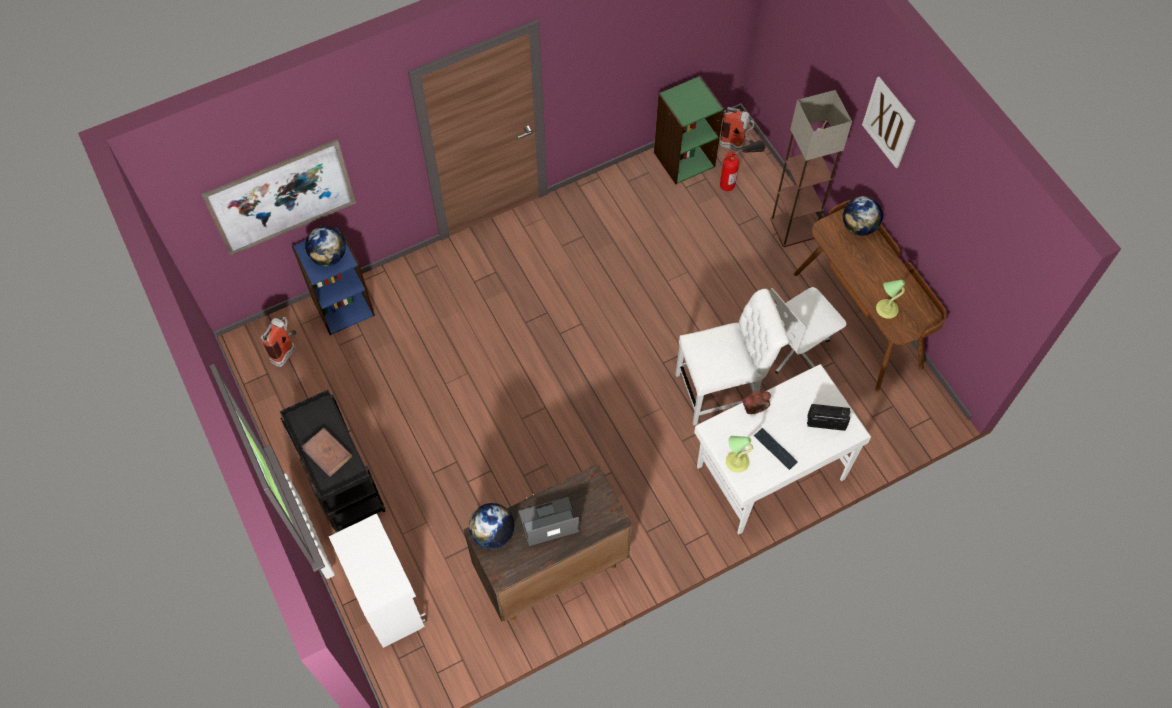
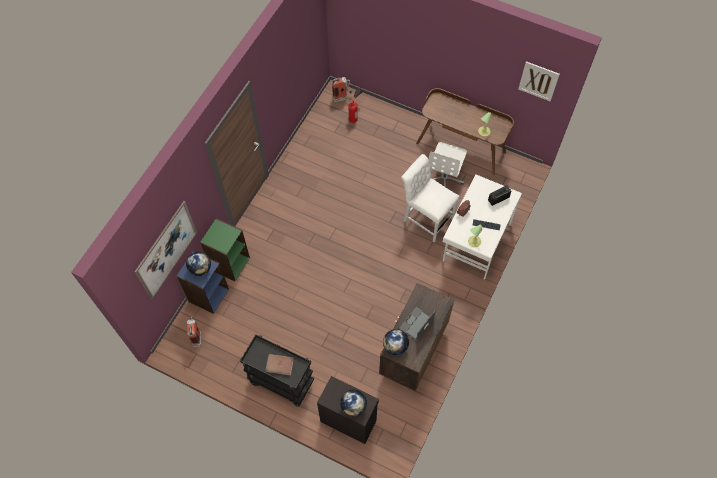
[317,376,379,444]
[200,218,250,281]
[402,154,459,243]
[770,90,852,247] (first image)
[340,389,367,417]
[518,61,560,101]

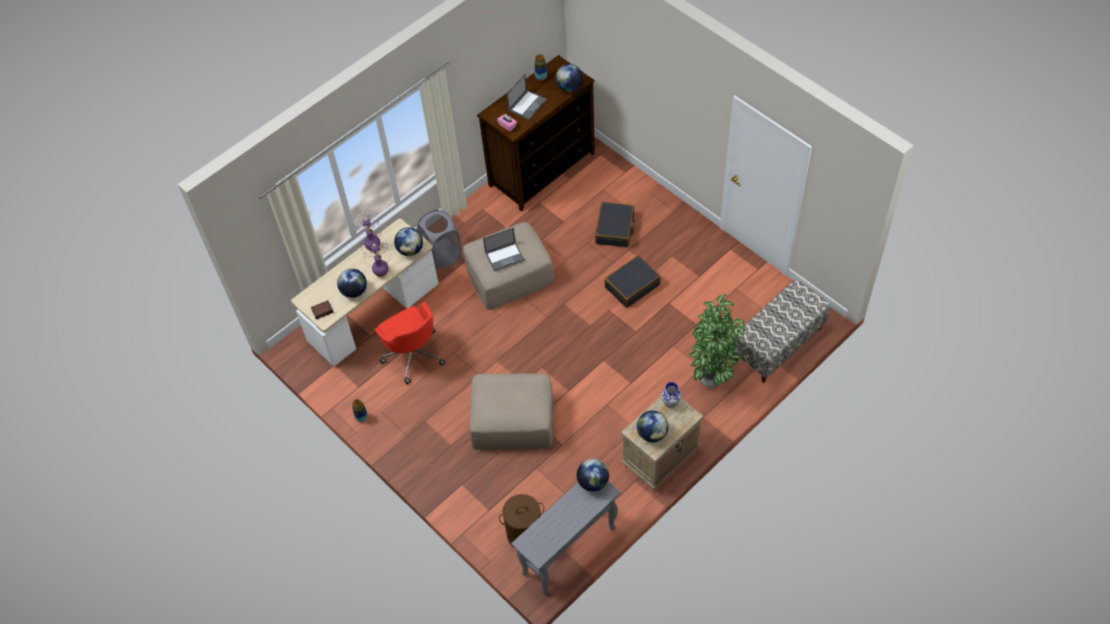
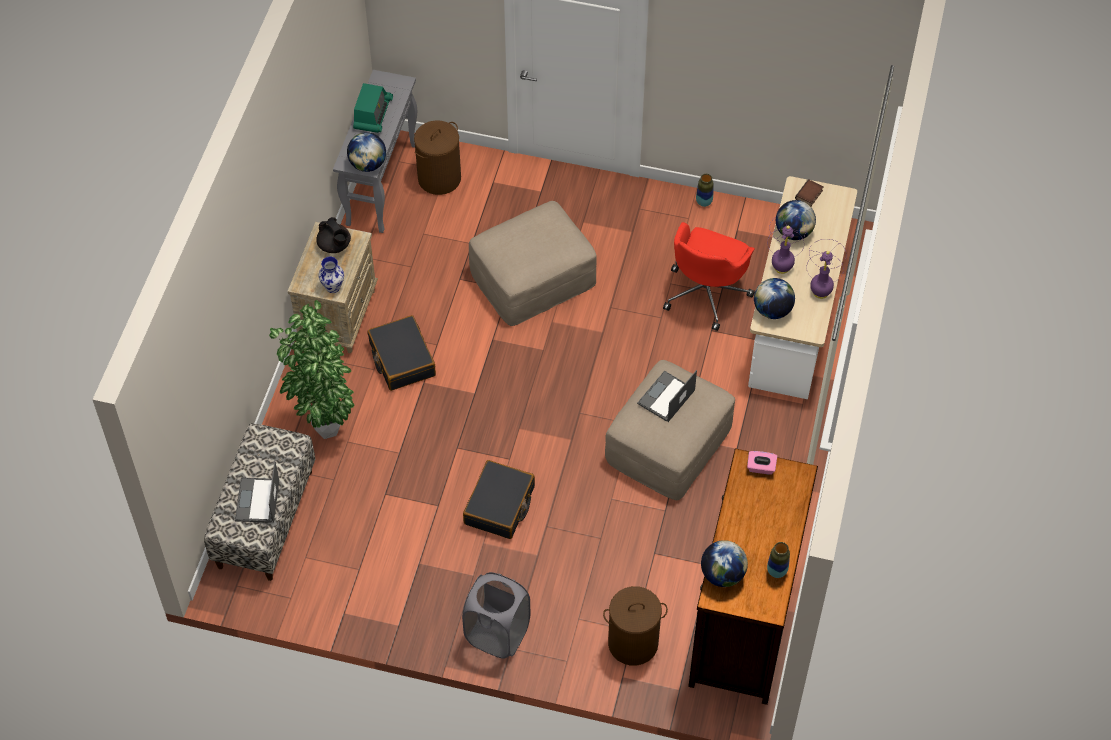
[663,222,755,331]
[462,572,530,659]
[235,461,279,523]
[367,315,436,391]
[316,217,351,253]
[353,83,393,133]
[603,586,668,666]

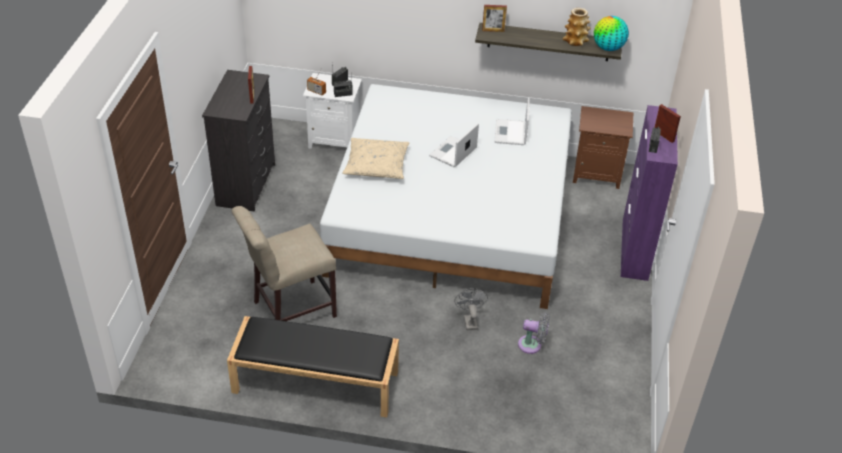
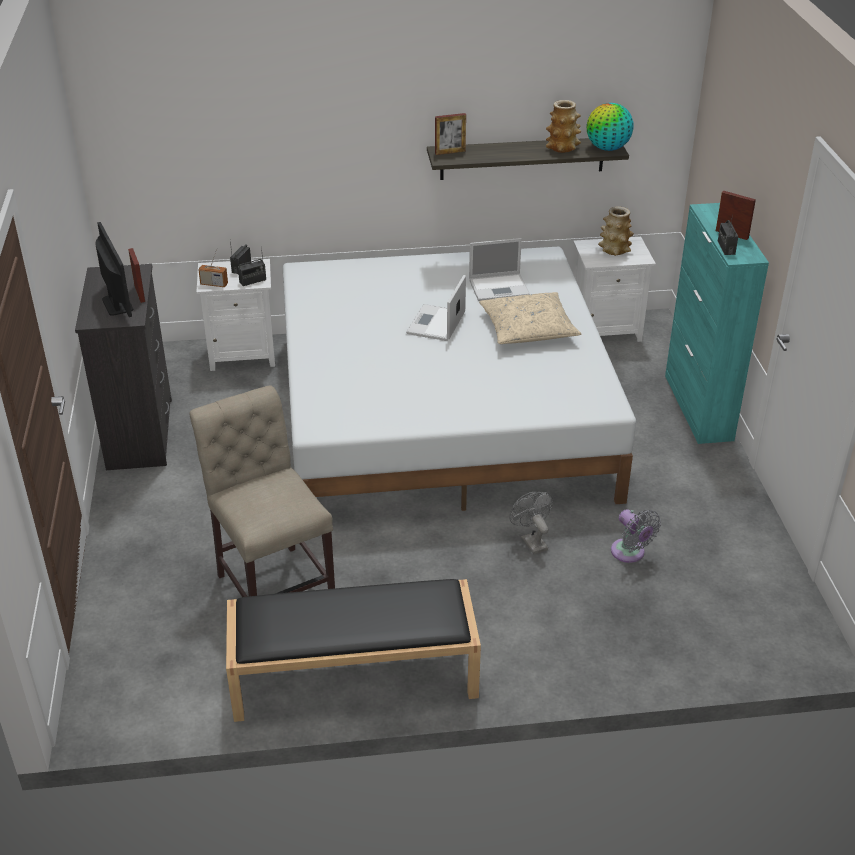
[190,386,335,597]
[479,292,582,344]
[469,238,530,301]
[611,509,661,563]
[573,237,656,342]
[665,203,769,444]
[96,222,134,317]
[598,206,634,256]

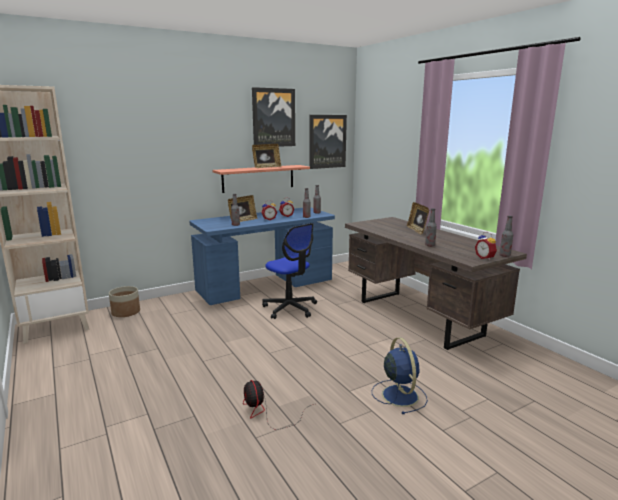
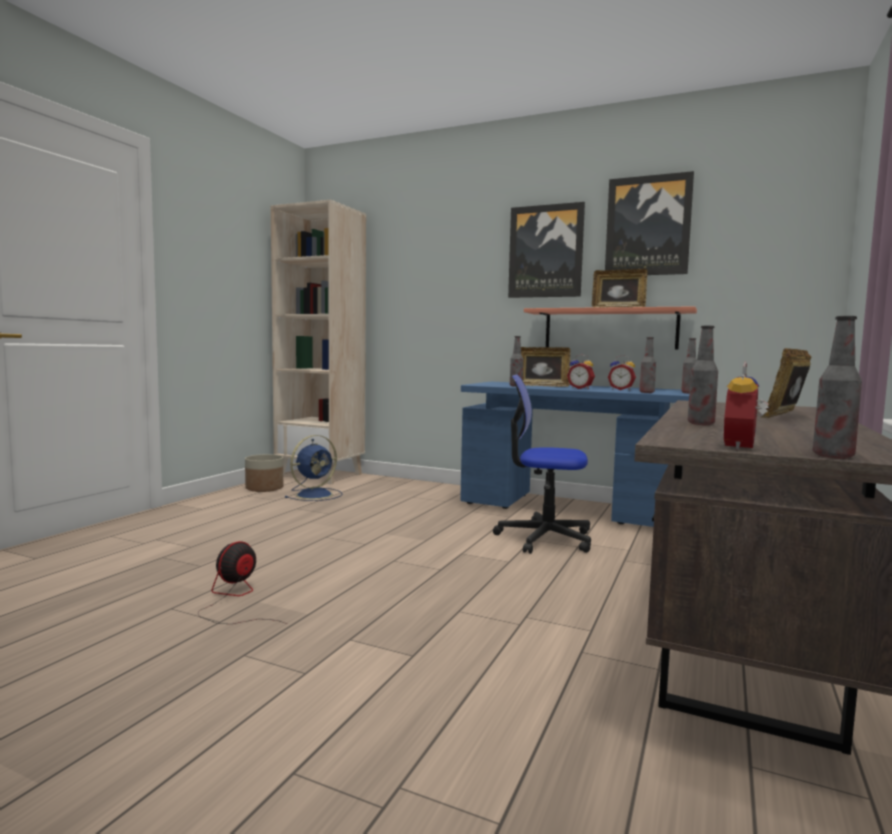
[245,454,283,492]
[493,374,591,554]
[508,202,585,298]
[284,435,342,501]

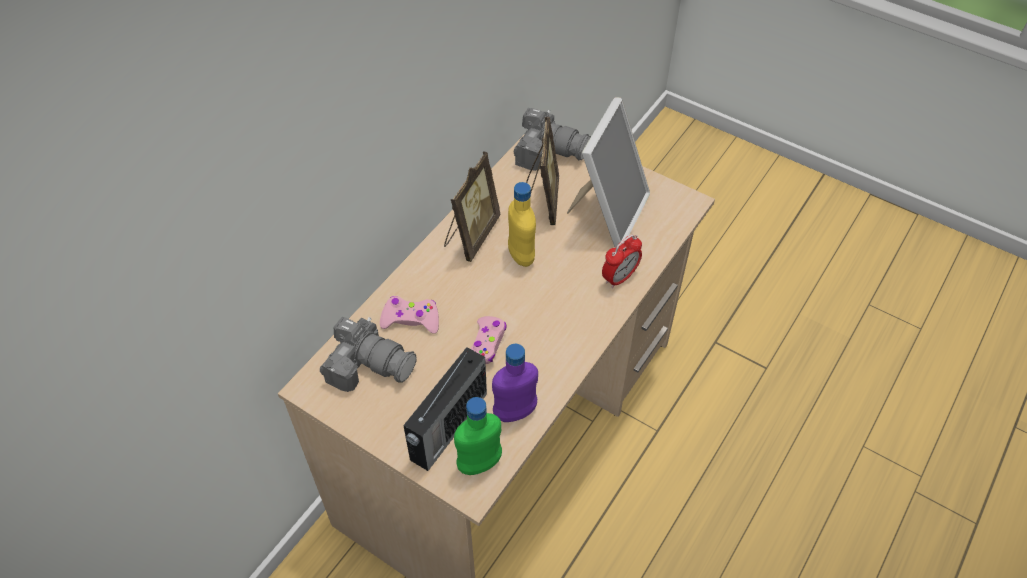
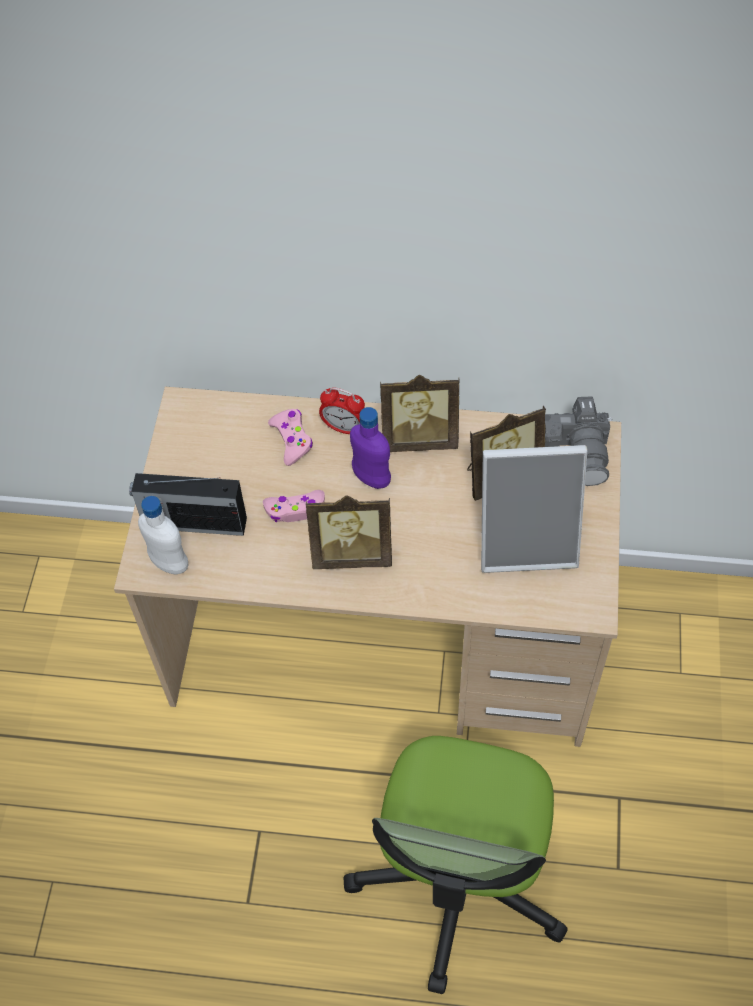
[320,317,417,392] (first image)
[138,496,188,575]
[350,407,391,489]
[508,182,536,267] (first image)
[319,387,365,434]
[306,496,392,569]
[343,736,568,994]

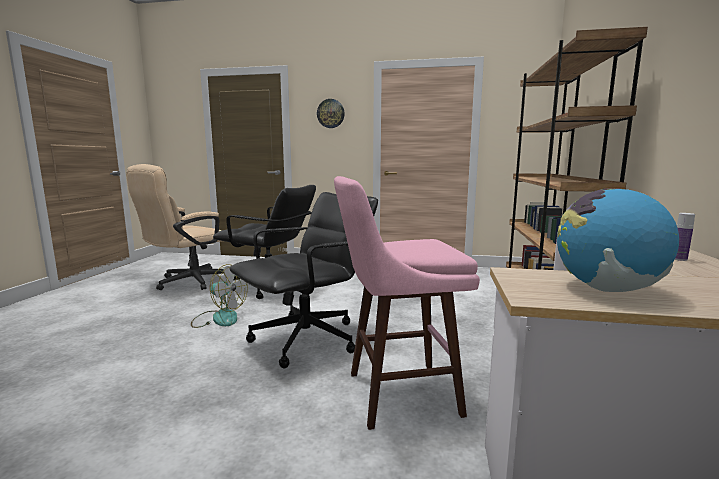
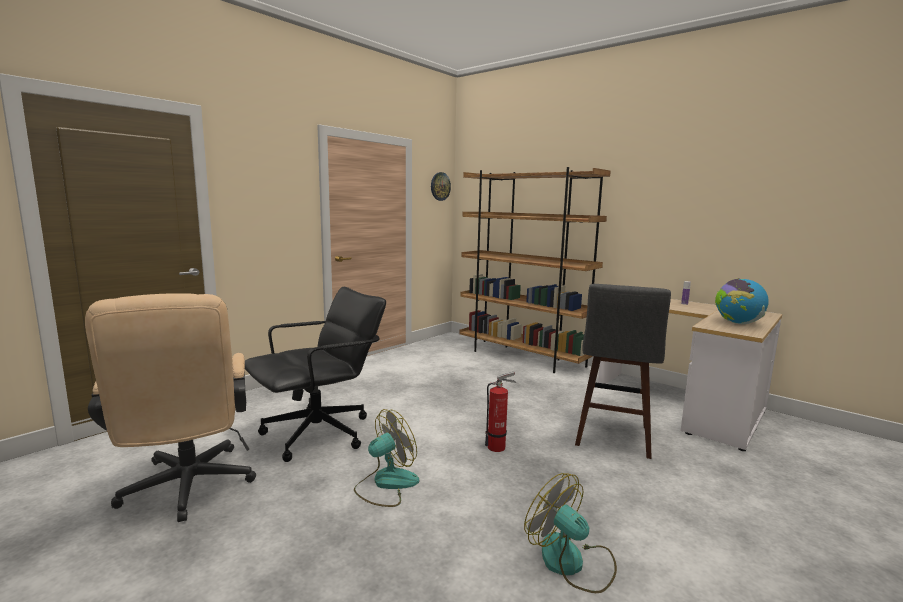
[485,371,516,452]
[431,172,451,201]
[575,284,671,459]
[524,473,617,593]

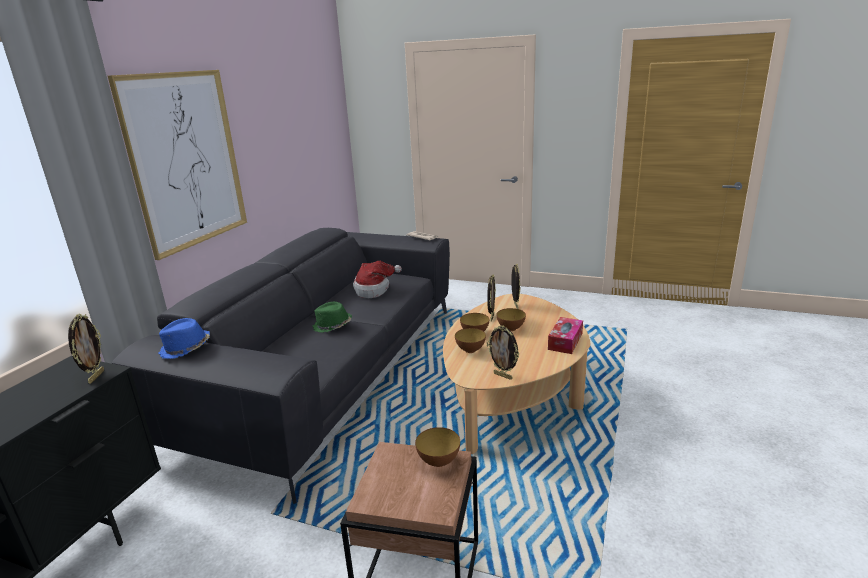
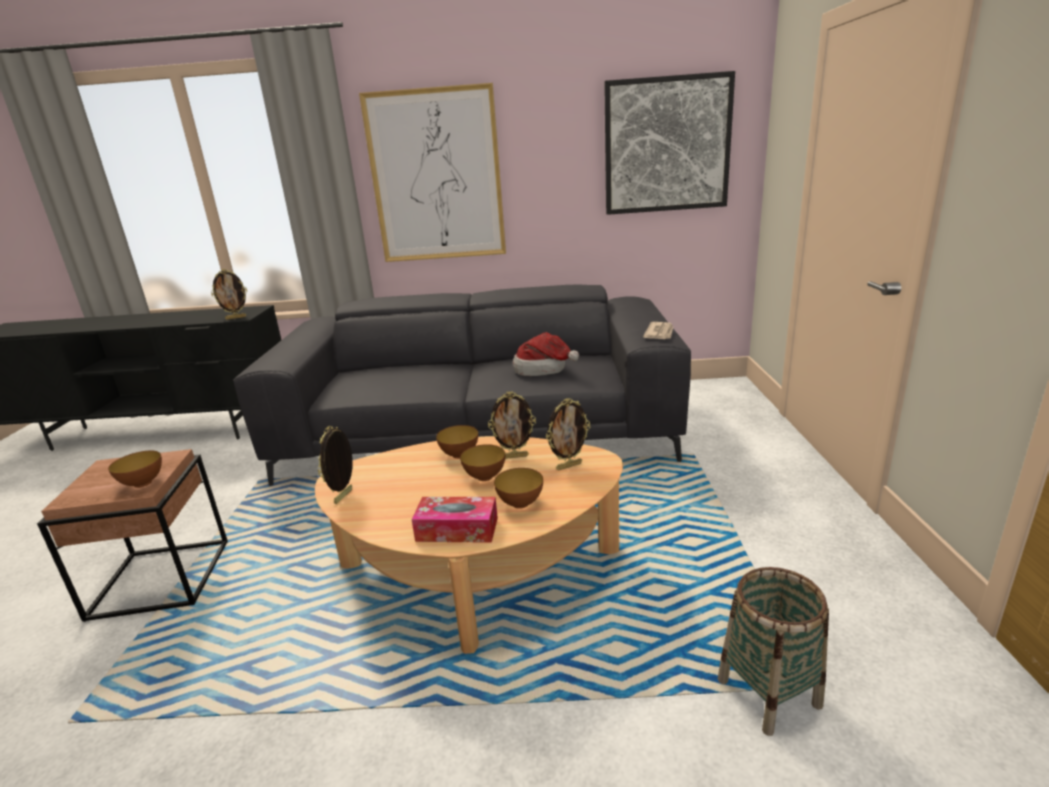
[158,318,210,359] (first image)
[313,302,352,333] (first image)
[494,468,543,509]
[604,71,735,215]
[718,567,829,736]

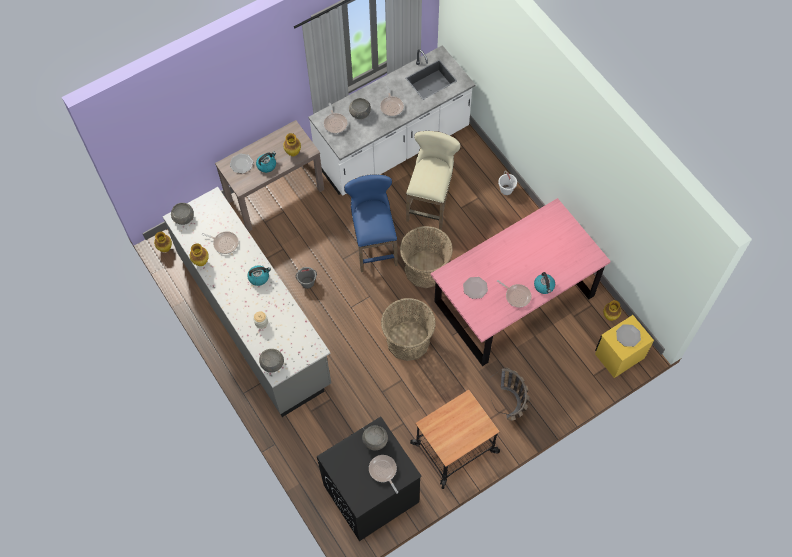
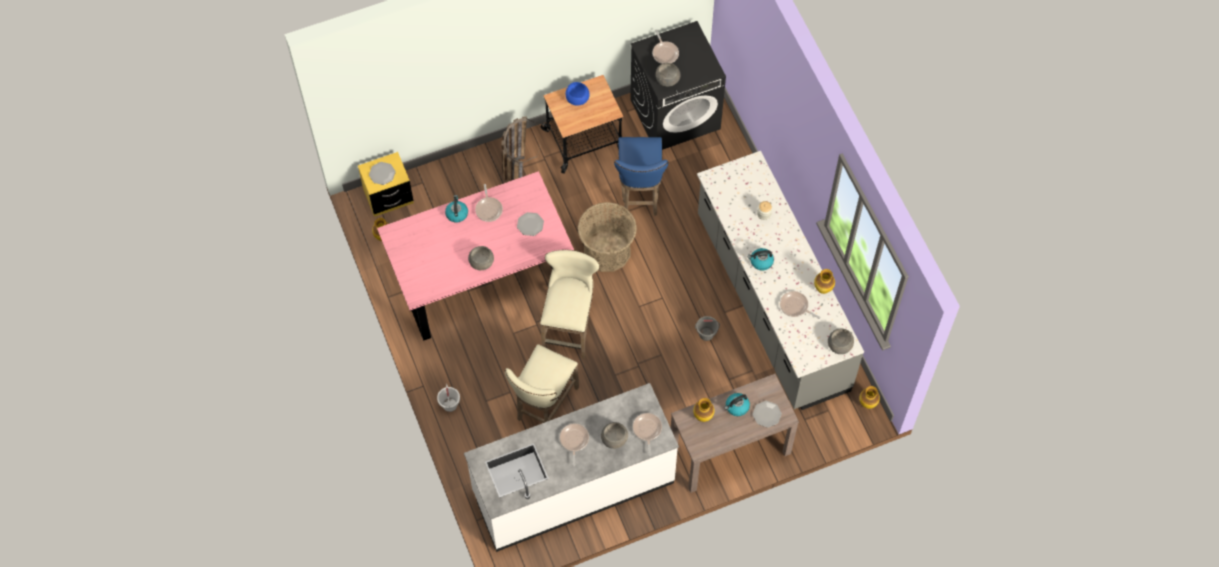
[468,246,494,270]
[614,137,669,216]
[540,250,600,359]
[475,184,503,222]
[565,82,590,106]

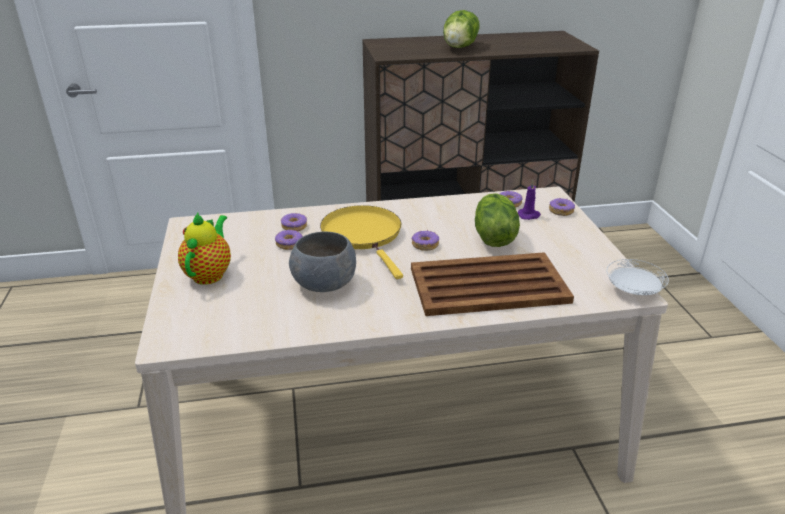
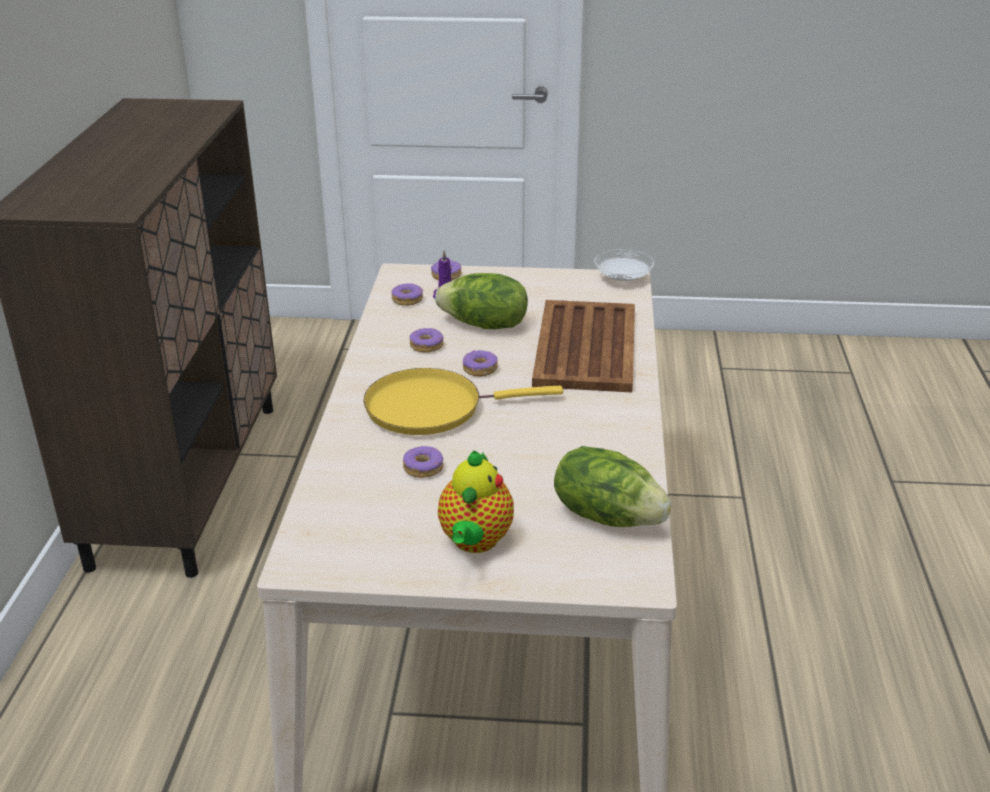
[438,450,514,553]
[410,328,444,353]
[289,232,356,292] (first image)
[554,446,672,527]

